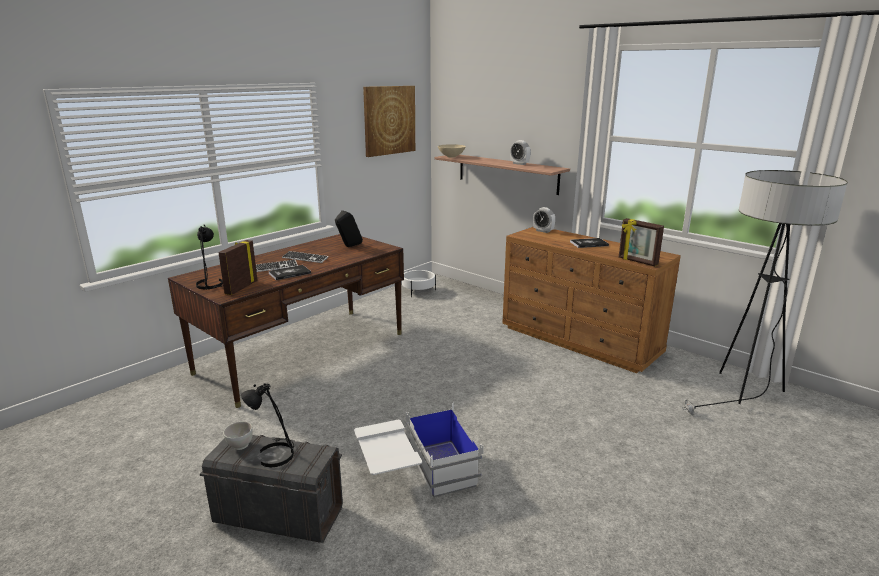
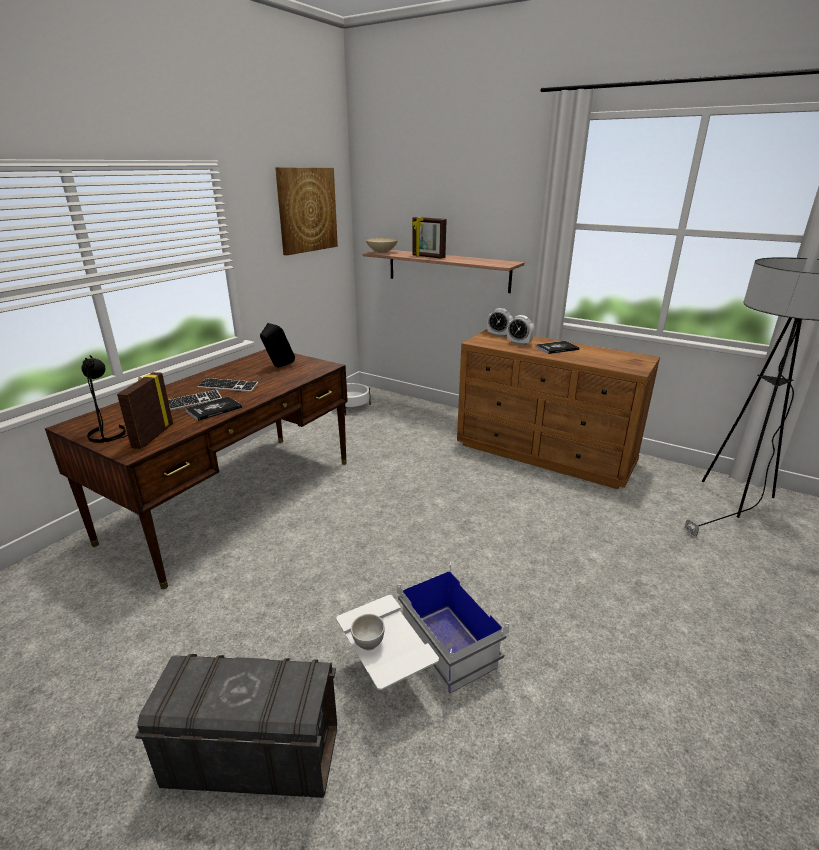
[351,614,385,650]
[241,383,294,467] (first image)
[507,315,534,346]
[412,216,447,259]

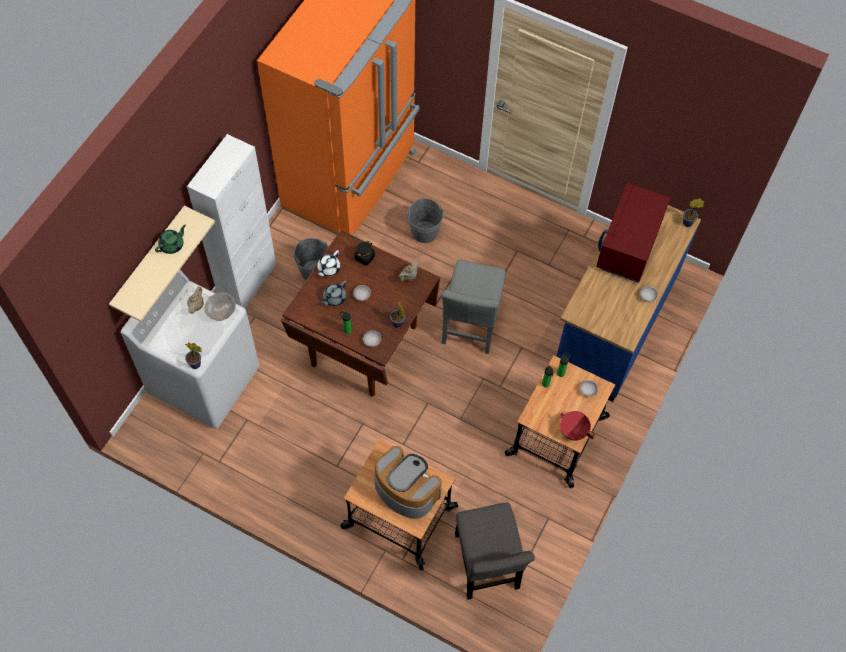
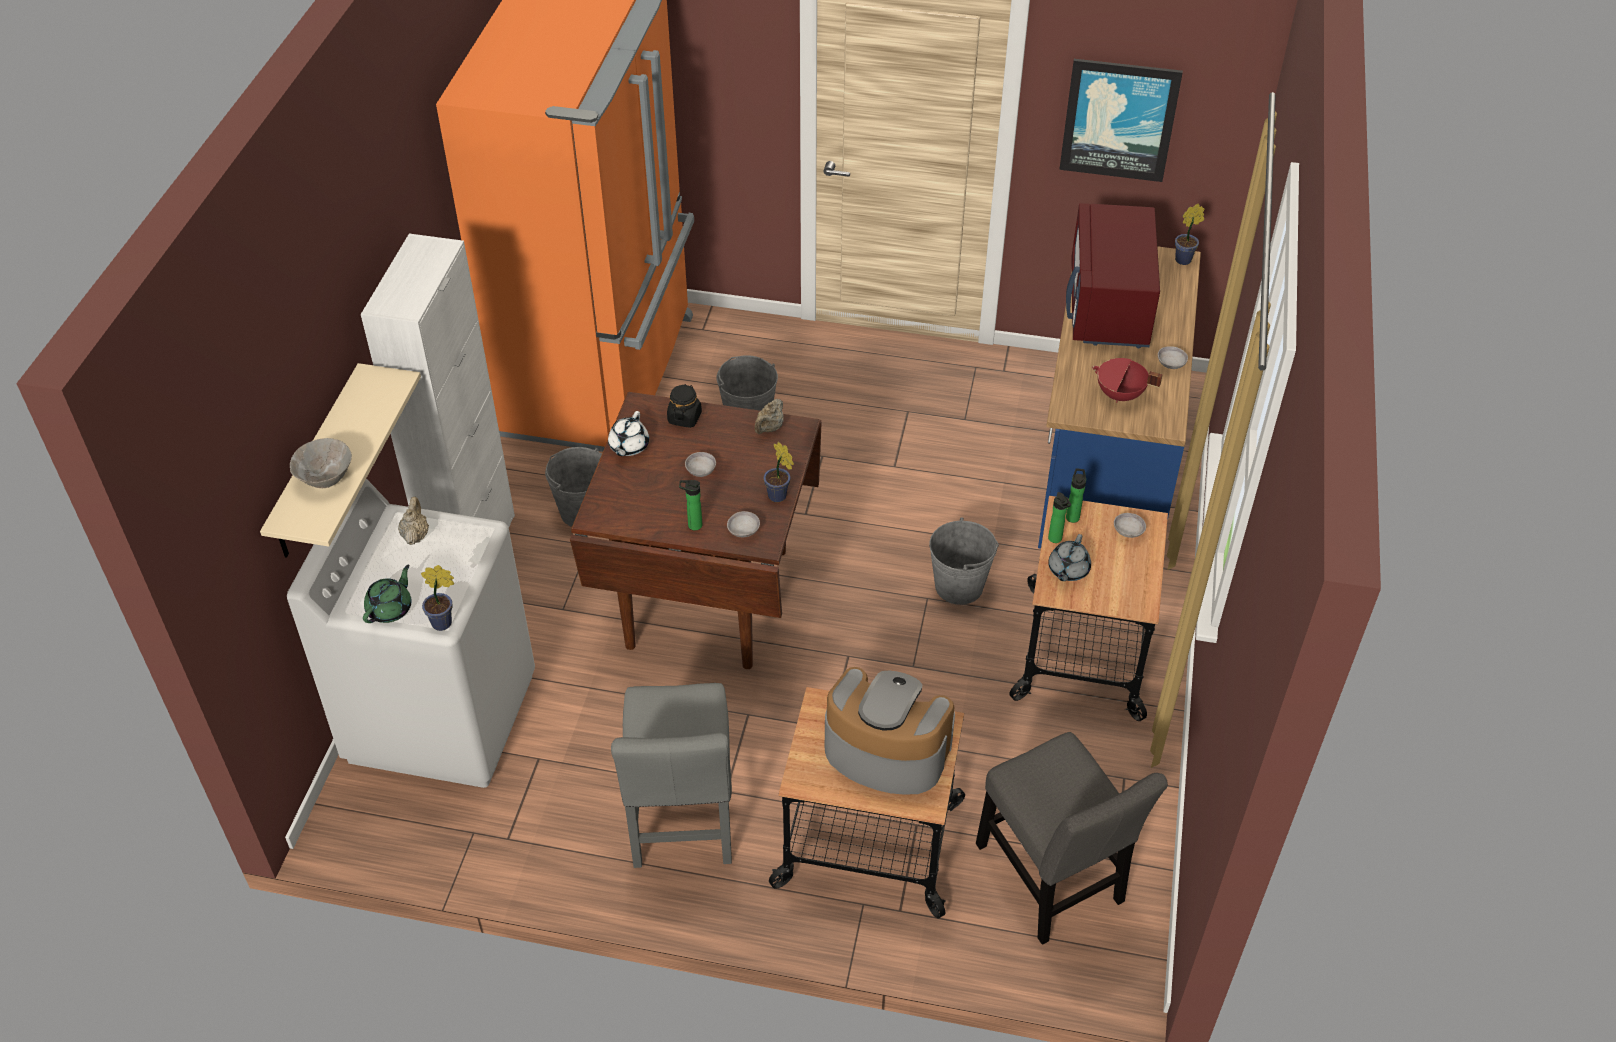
[363,565,412,623]
[290,438,352,489]
[1048,534,1091,581]
[611,683,732,868]
[1092,358,1163,403]
[929,517,999,605]
[1059,59,1183,182]

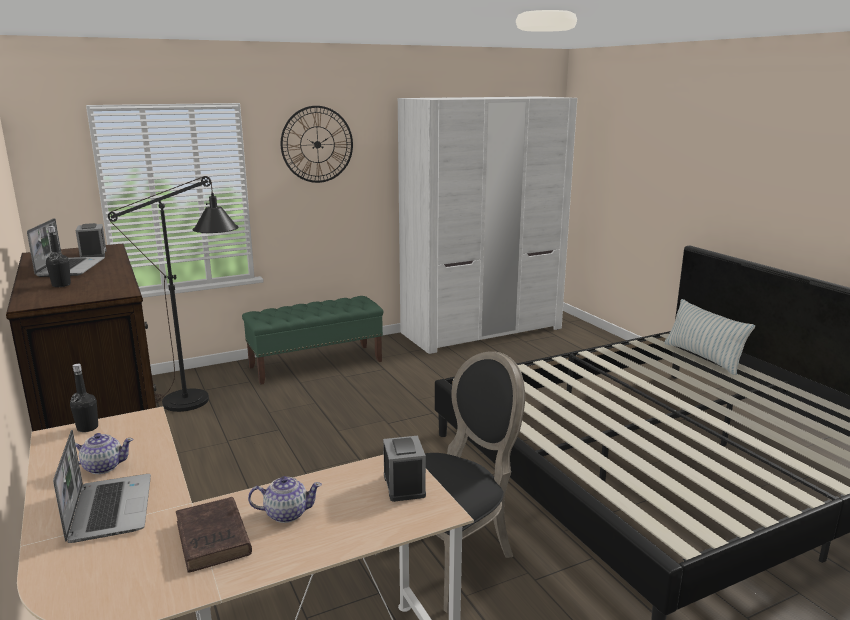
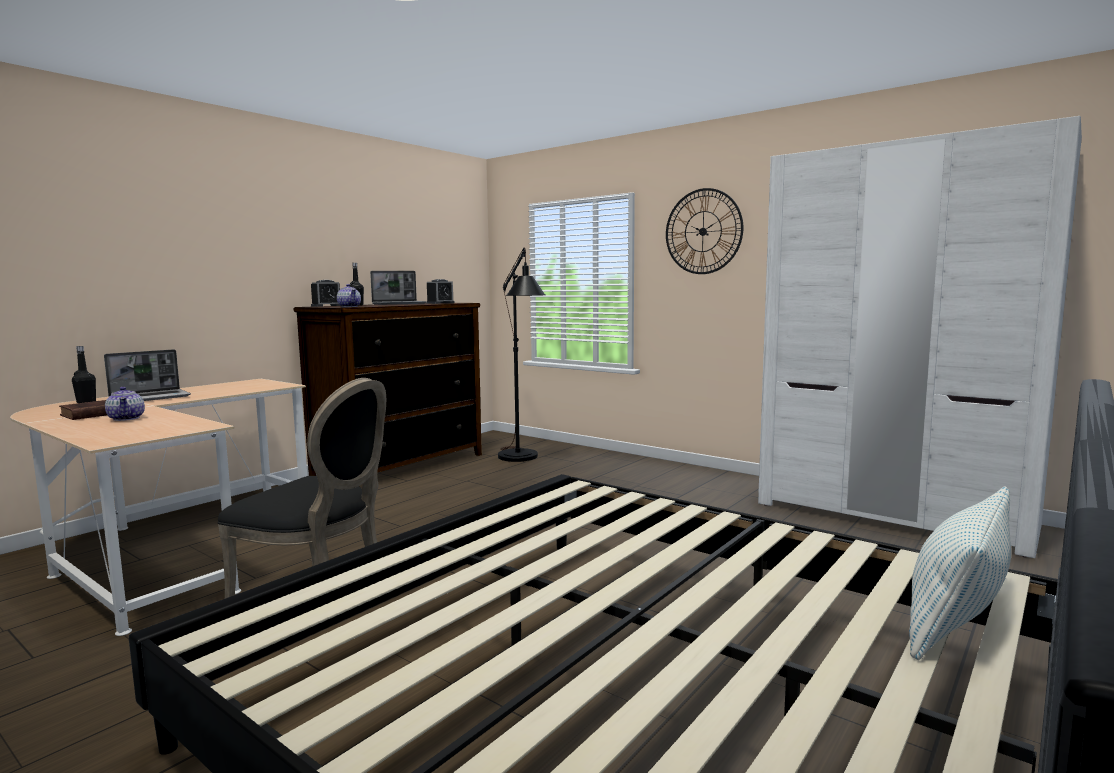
[72,346,96,403]
[337,284,361,307]
[242,296,384,385] (first image)
[311,280,340,307]

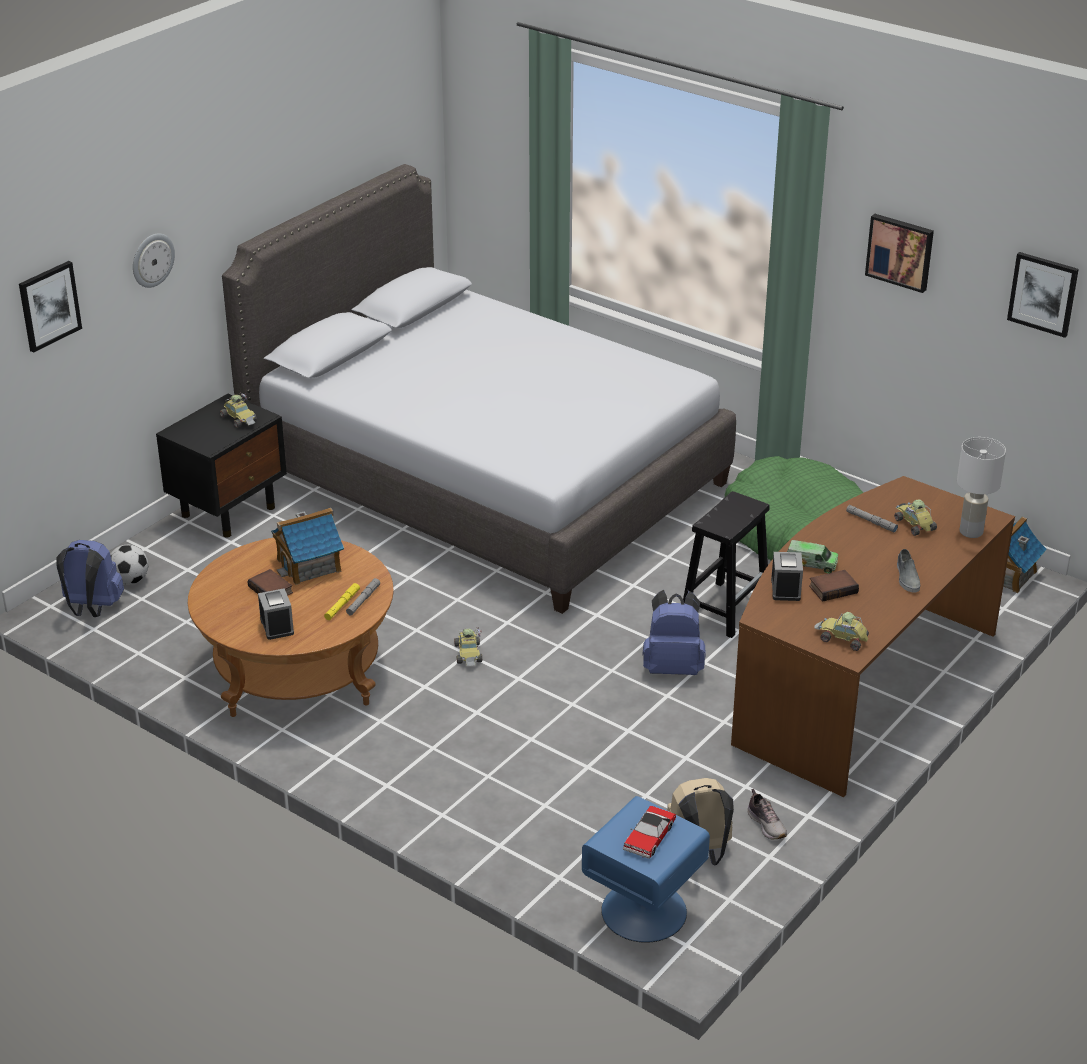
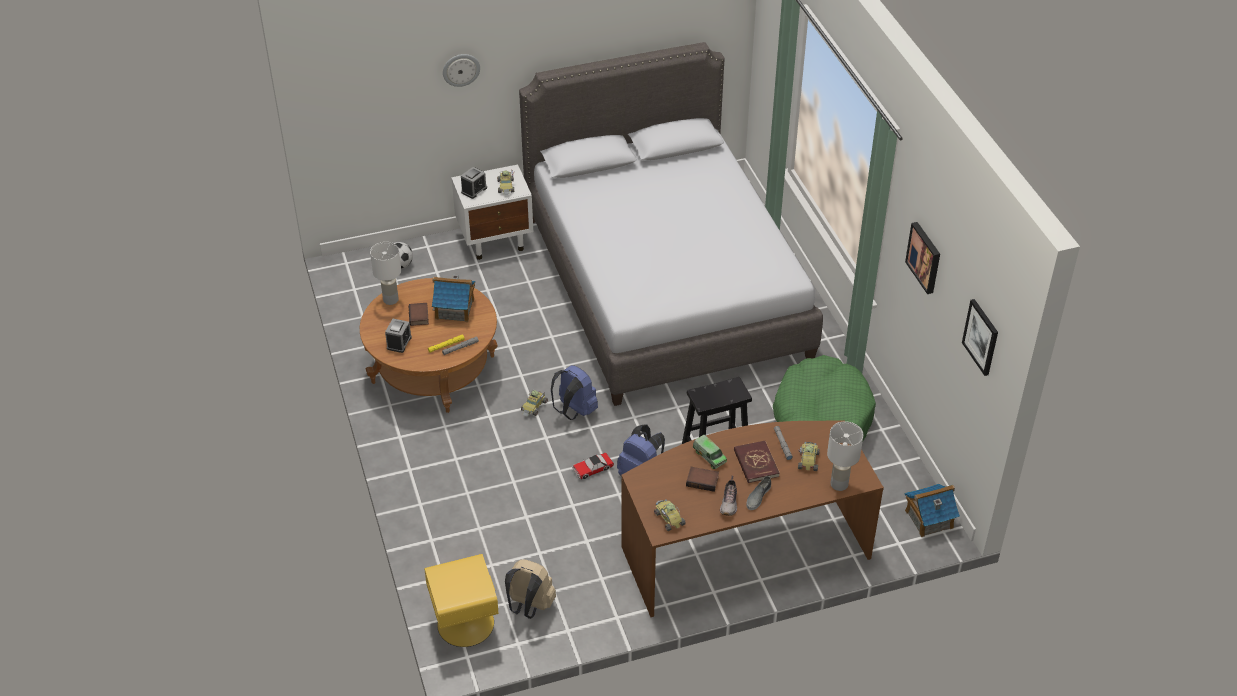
[19,261,82,353] (first image)
[551,365,598,420]
[451,165,533,260]
[424,554,499,647]
[572,453,614,479]
[720,476,737,516]
[461,167,487,199]
[370,242,401,305]
[734,441,780,483]

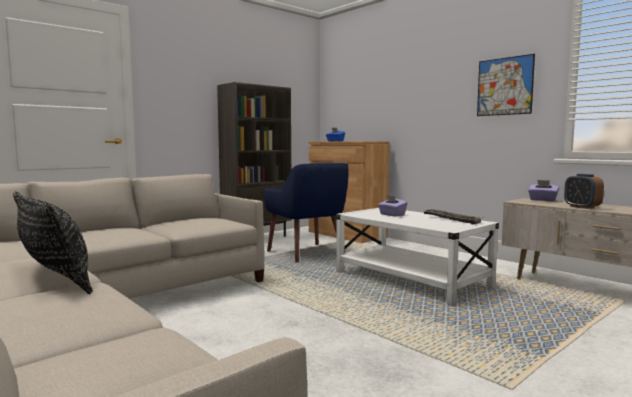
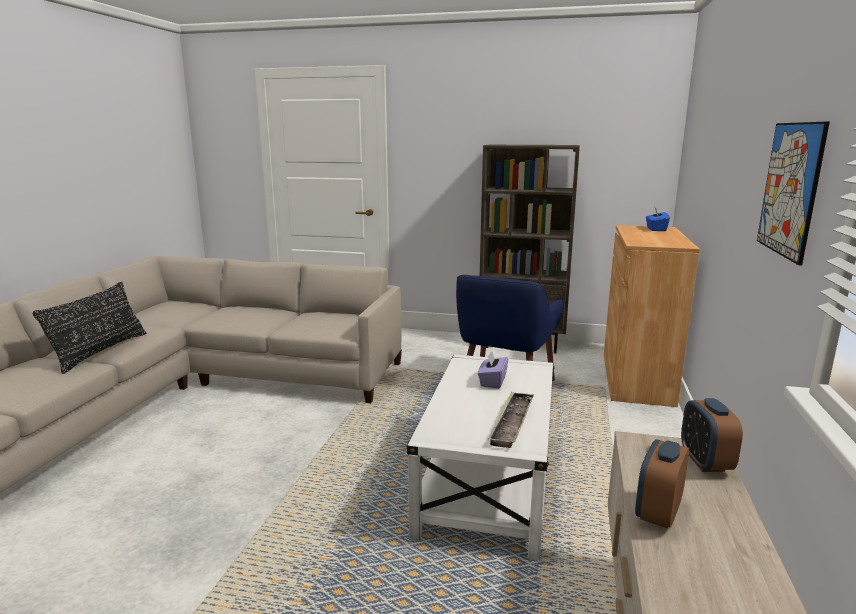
[681,398,743,472]

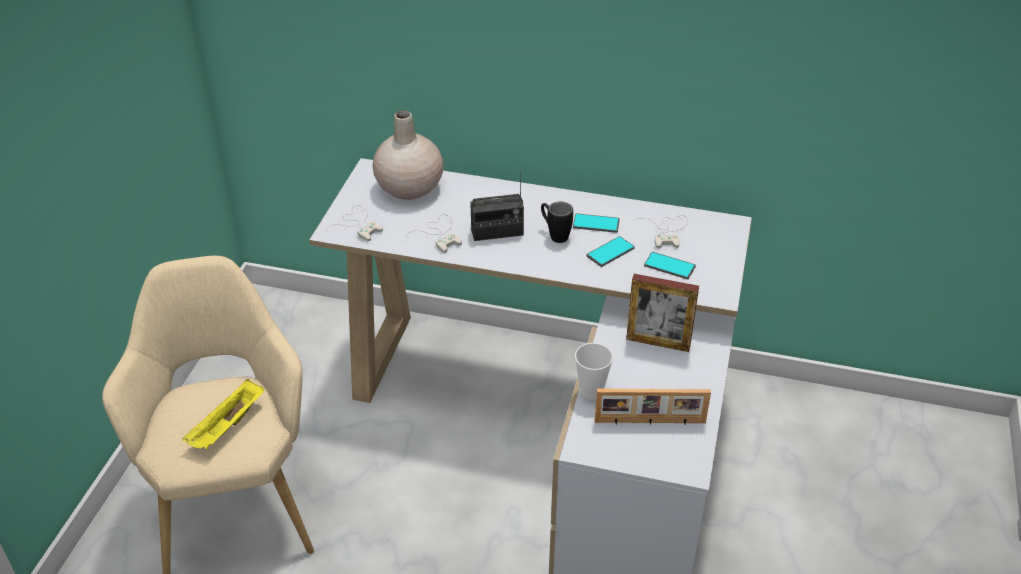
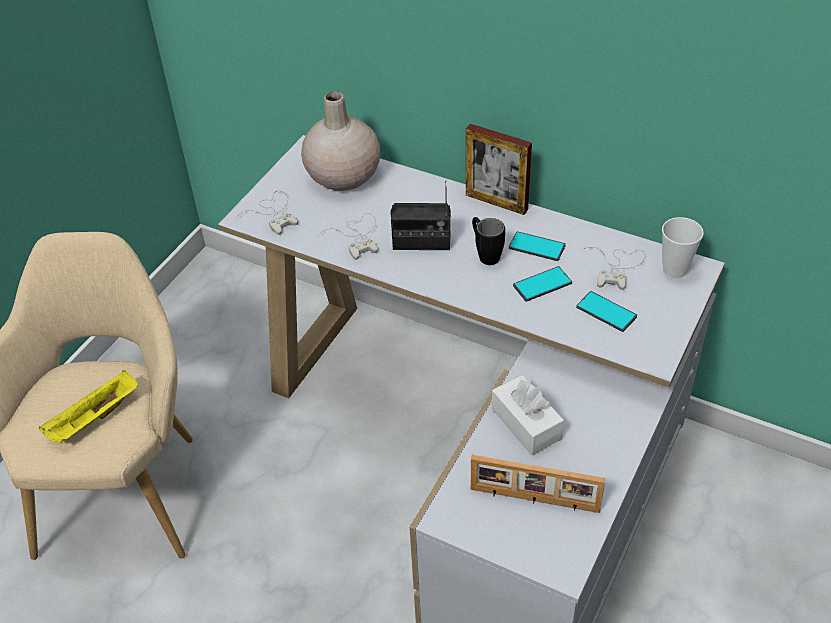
[662,217,704,278]
[466,124,532,215]
[492,375,564,455]

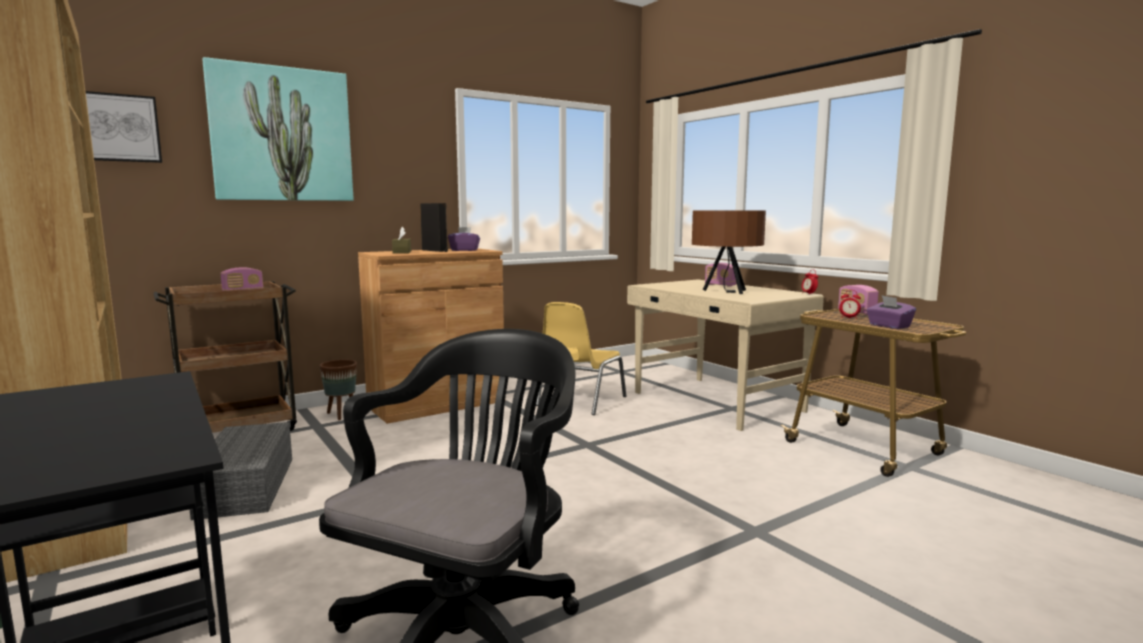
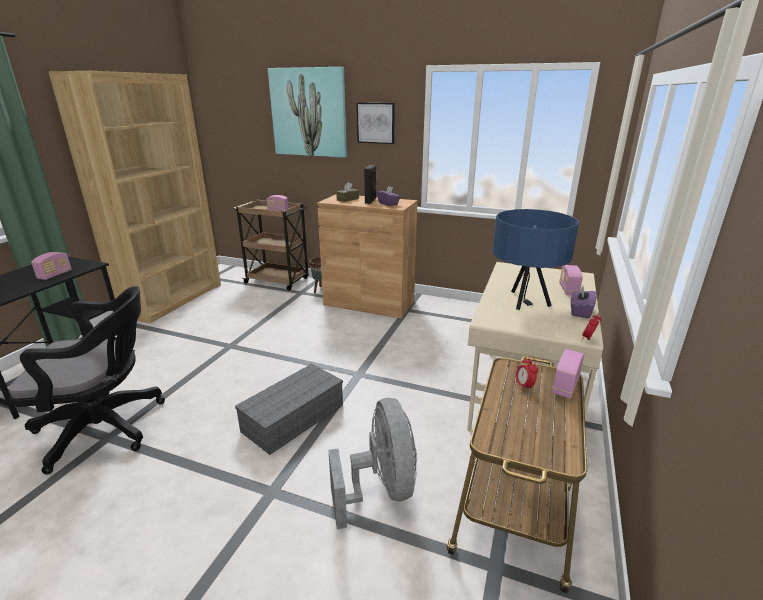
[357,103,395,144]
[235,364,343,455]
[536,302,626,415] (first image)
[493,209,579,310]
[570,286,597,319]
[31,252,72,280]
[328,398,417,529]

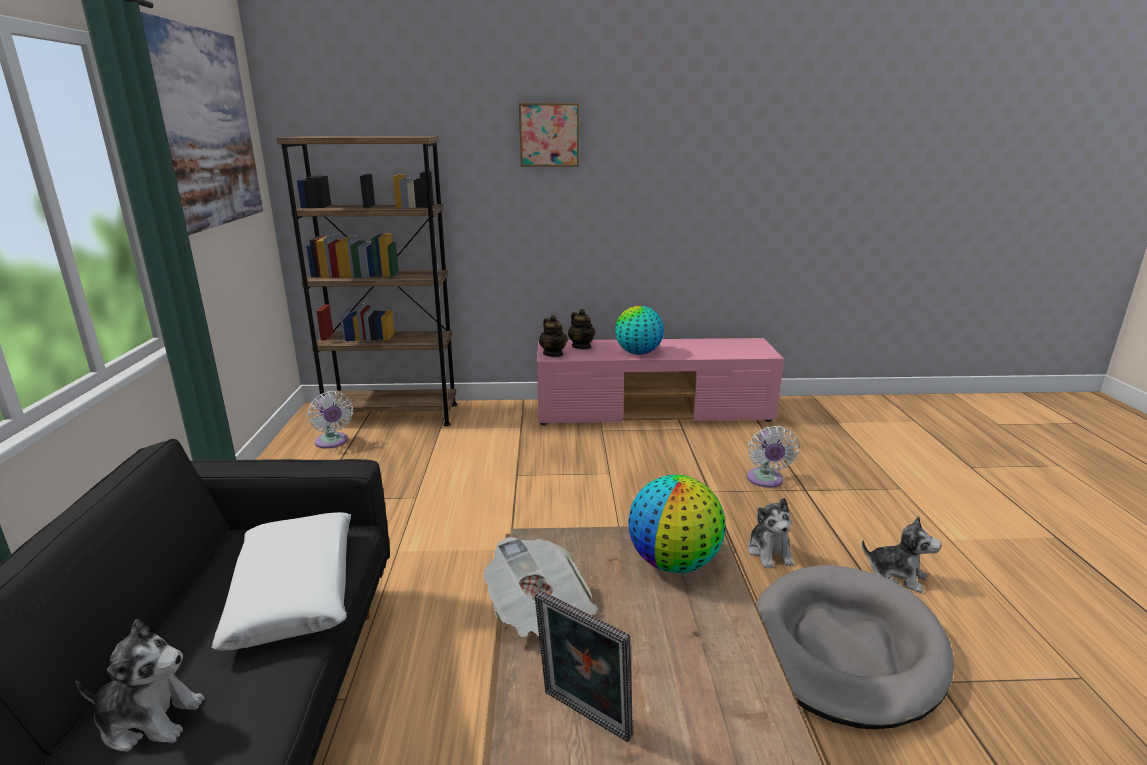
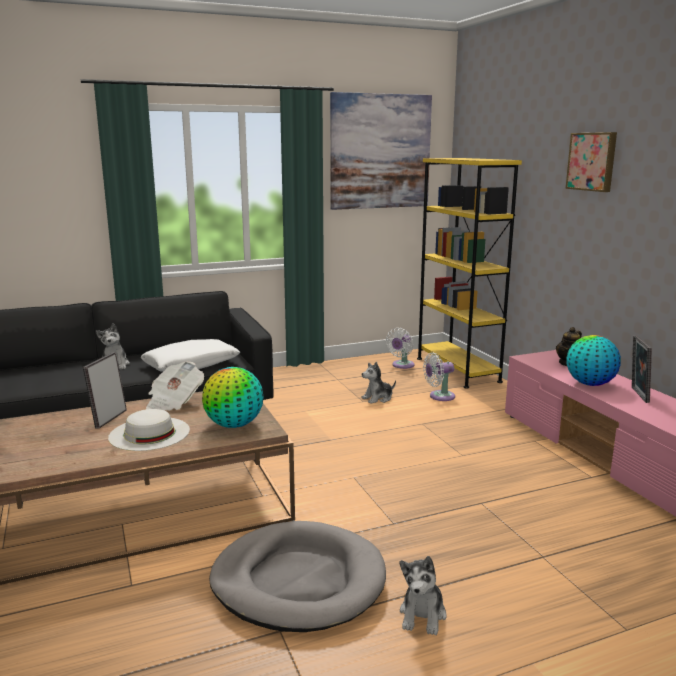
[417,158,522,389]
[539,315,568,357] (first image)
[423,352,455,401]
[362,362,396,404]
[108,409,190,451]
[632,335,652,403]

